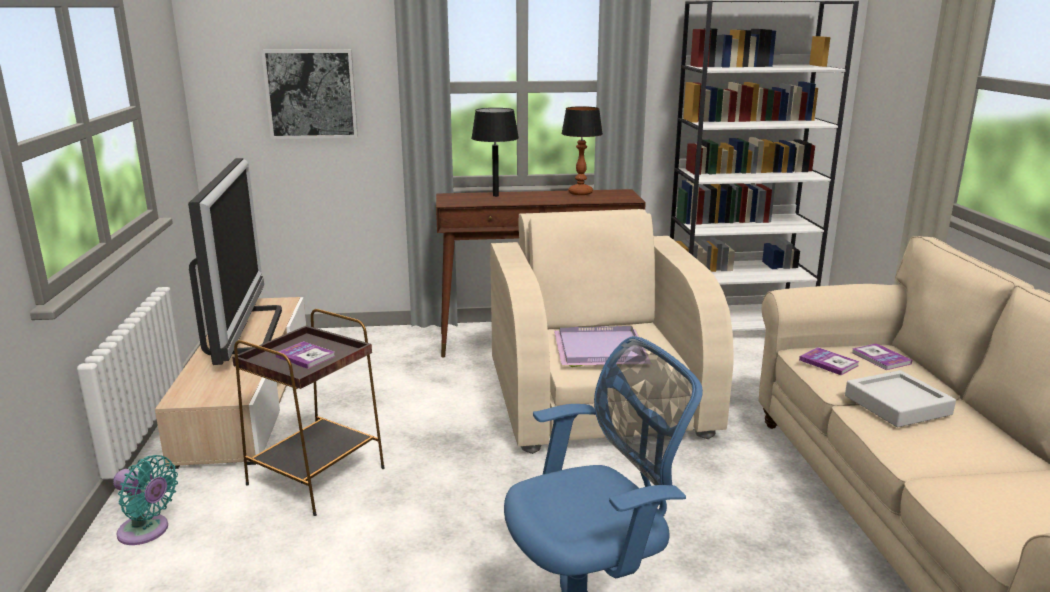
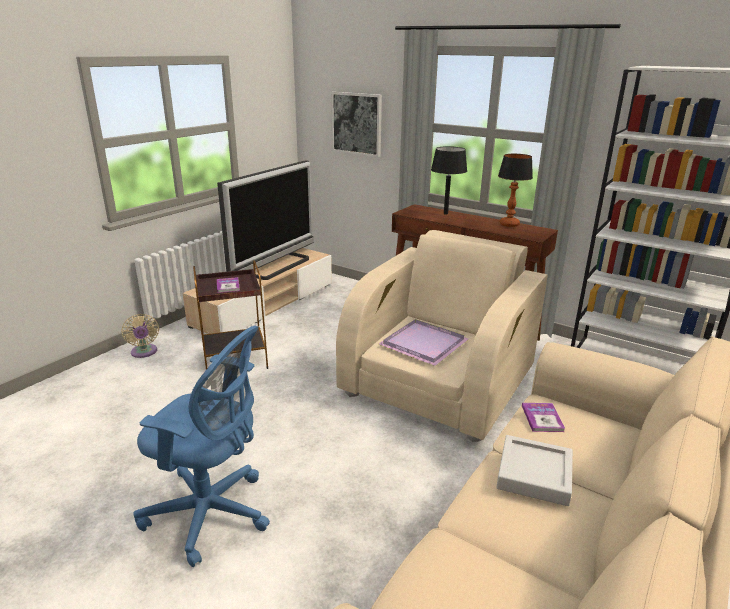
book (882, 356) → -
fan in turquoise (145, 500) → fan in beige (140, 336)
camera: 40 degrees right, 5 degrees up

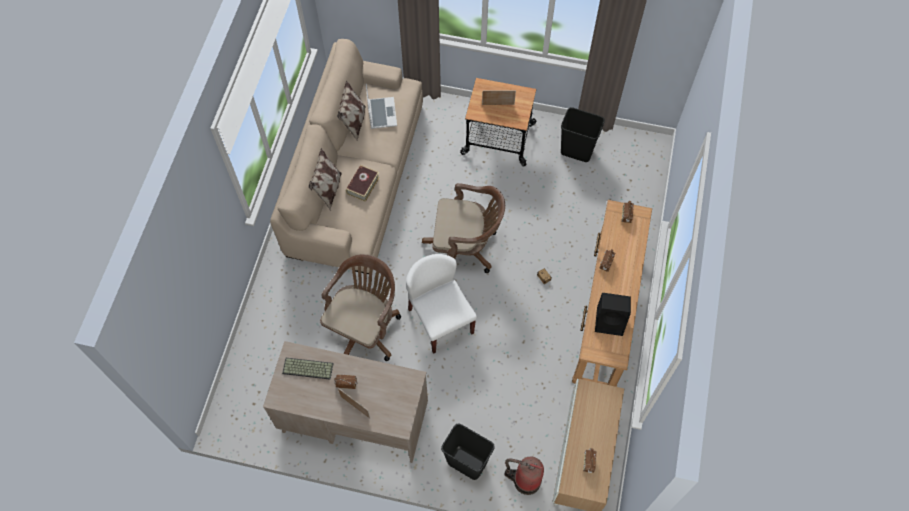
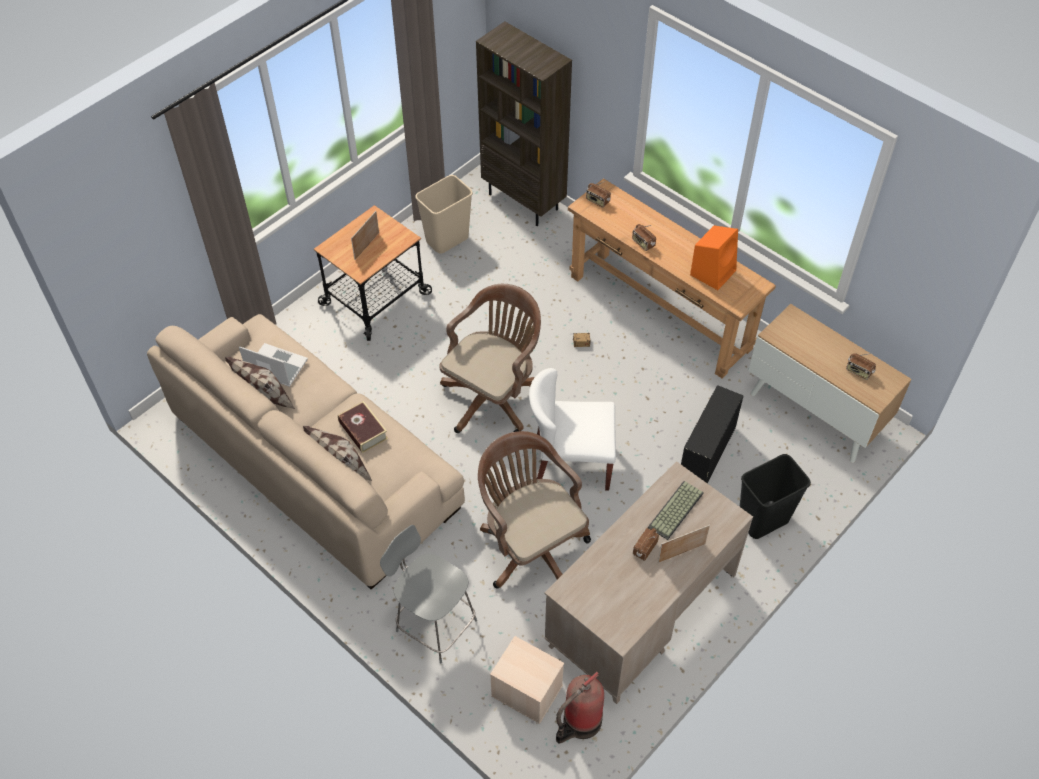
- → chair in grey (428, 594)
- → bookcase in brown (524, 124)
- → storage box in beige (527, 680)
- → storage box in black (712, 434)
keyboard (308, 369) → keyboard (676, 510), moved
fire extinguisher (524, 475) → fire extinguisher (580, 707), moved
trash can in black (583, 134) → trash can in beige (444, 214)
speaker in black (613, 314) → speaker in orange (714, 258)
camera: 60 degrees left, 10 degrees down

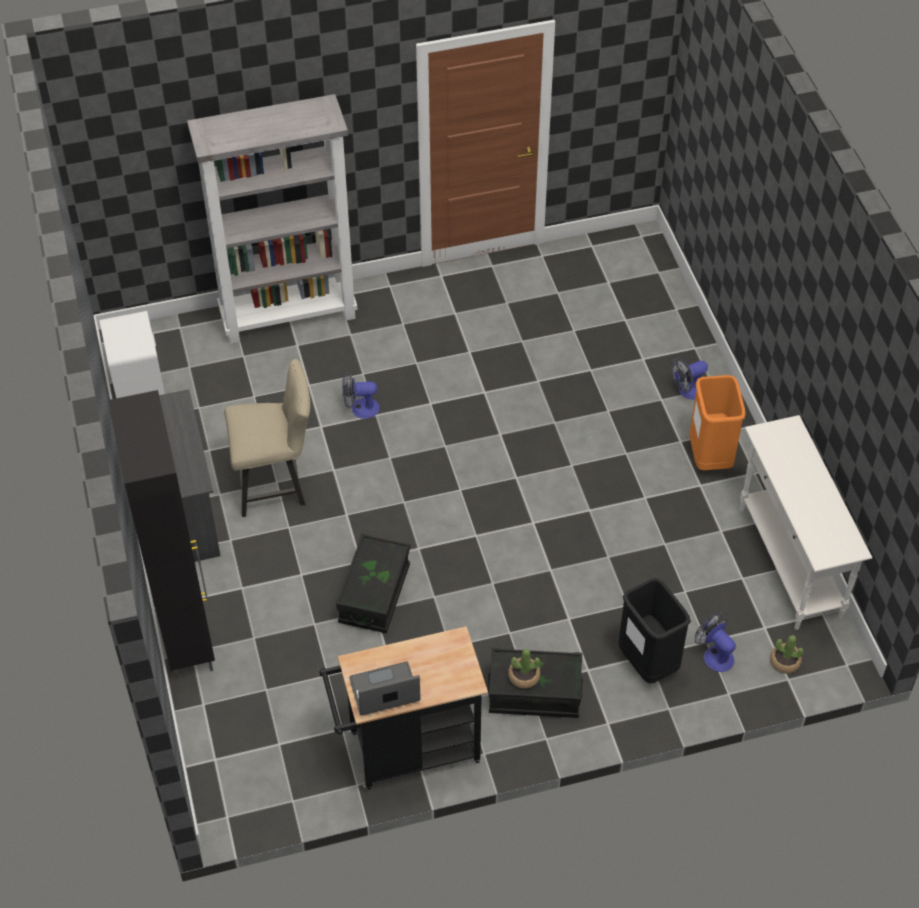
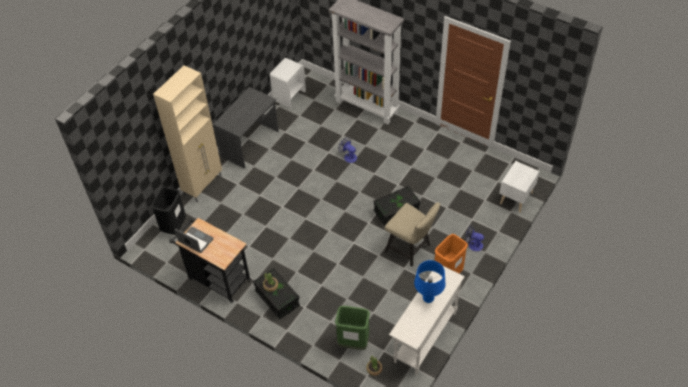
- → table lamp in blue (429, 281)
- → nightstand in white (519, 187)
chair in beige (267, 438) → chair in beige (412, 234), moved
storage box in black (373, 583) → storage box in black (397, 205), moved
trash can in black (654, 631) → trash can in black (168, 211), moved
fan (715, 642) → trash can in green (352, 328)
cabinet in black (161, 534) → cabinet in beige (187, 133)
camera: 50 degrees right, 0 degrees up

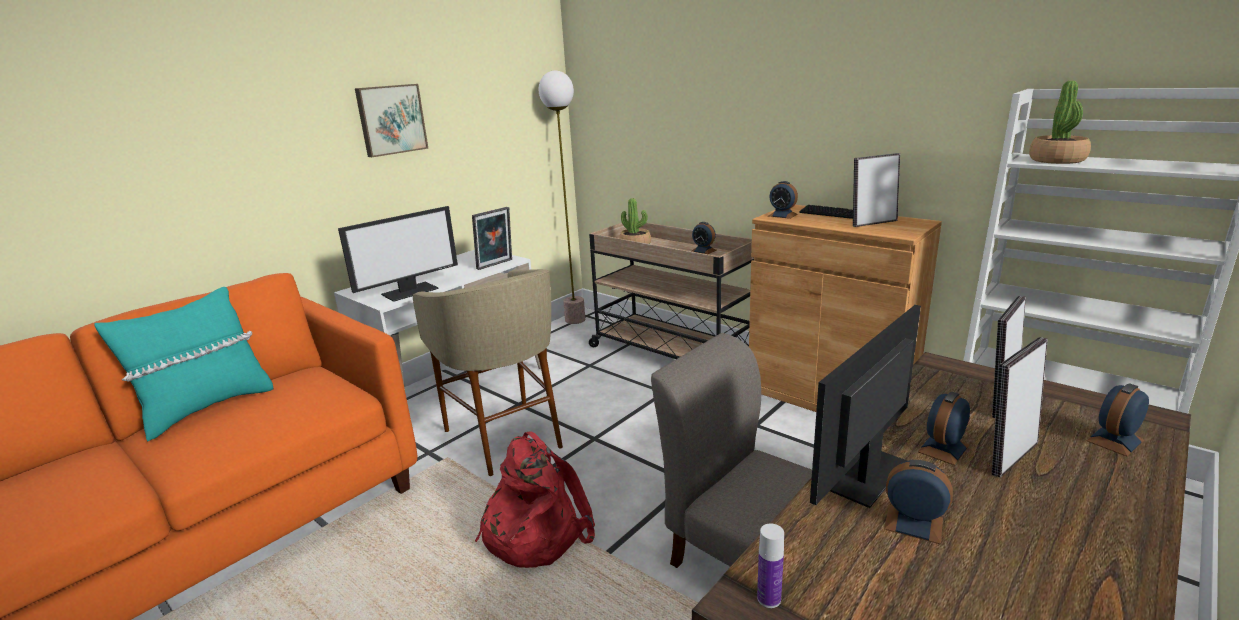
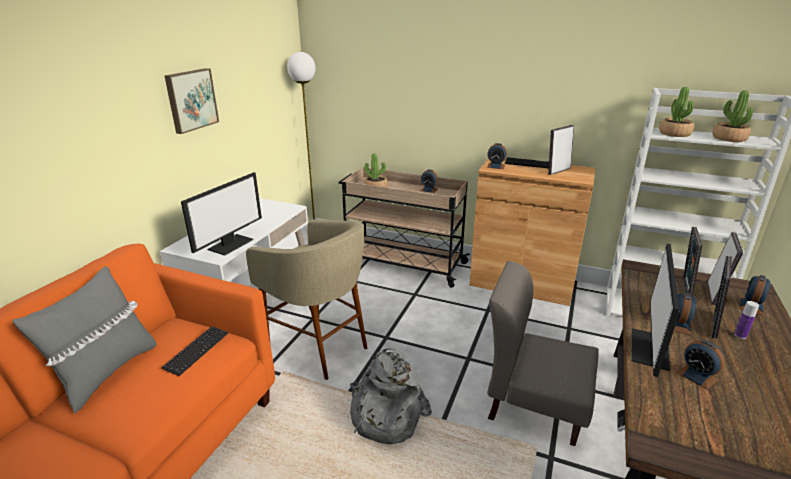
- → keyboard (194, 351)
- → potted plant (732, 116)
picture frame (492, 238) → picture frame (725, 268), moved
bottle (770, 566) → bottle (746, 320), moved
pillow in turquoise (184, 364) → pillow in grey (84, 340)
backpack in red (535, 499) → backpack in grey (391, 396)
alarm clock (918, 502) → alarm clock (701, 365), 135 degrees counterclockwise
camera: 20 degrees left, 5 degrees up

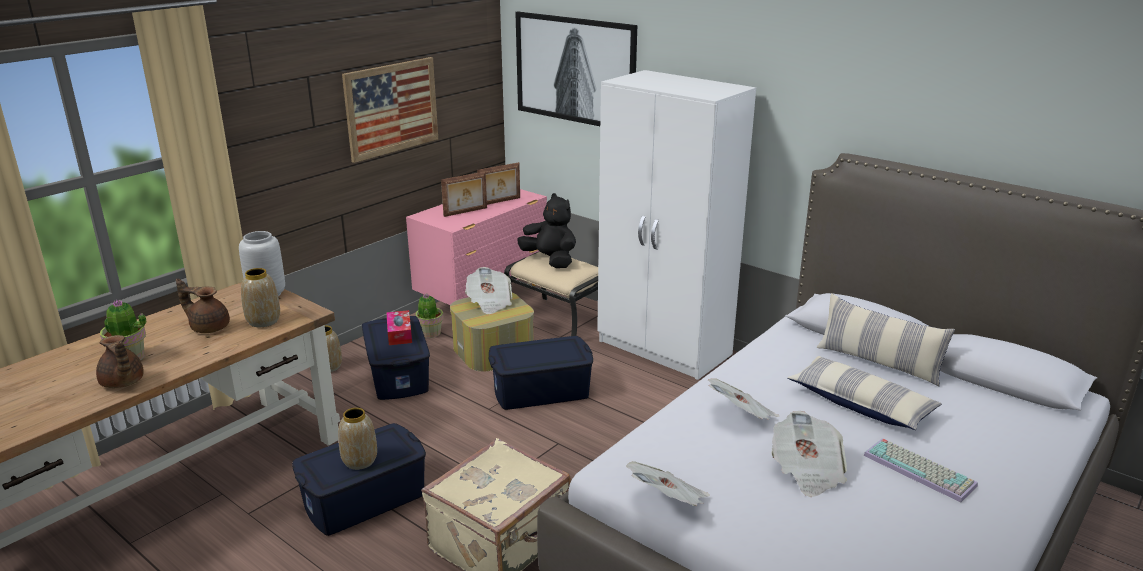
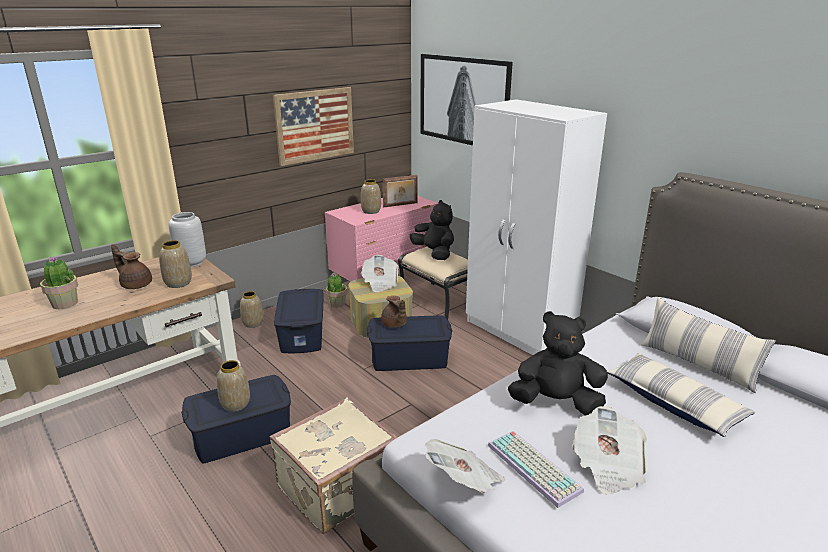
tissue box (399, 327) → -
teapot in brown (120, 361) → teapot in brown (394, 312), moved
keyboard (921, 470) → keyboard (536, 469), moved
picture frame (464, 194) → vase (371, 196)
newspaper (743, 399) → plush toy in black (558, 363)
camera: 10 degrees right, 0 degrees up

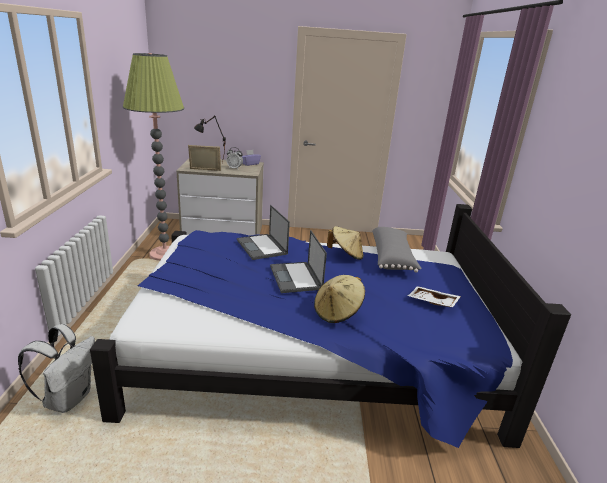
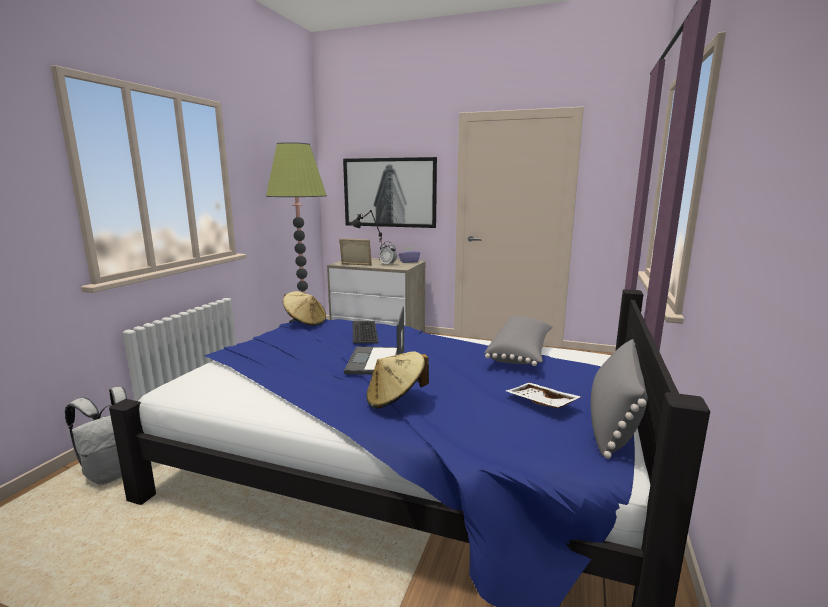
- → picture (390, 192)
- → pillow in grey (619, 399)
hat in beige (345, 243) → hat in beige (304, 308), moved
laptop (263, 232) → keyboard (366, 332)
camera: 20 degrees right, 10 degrees down

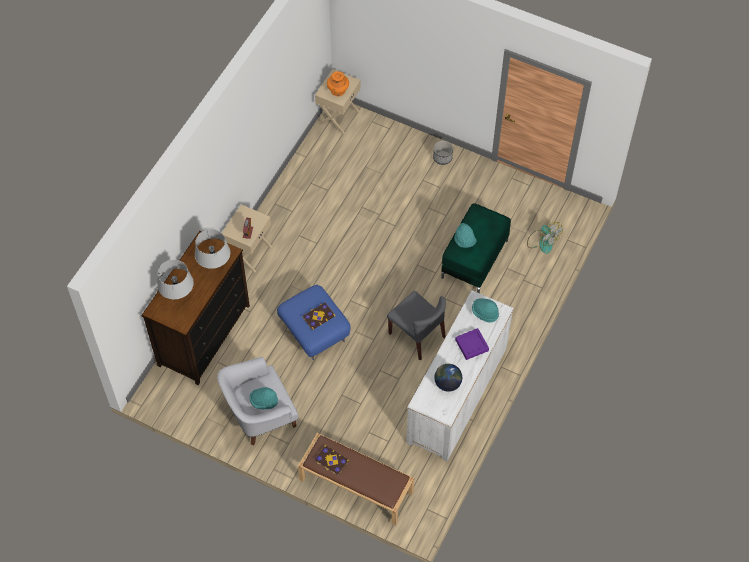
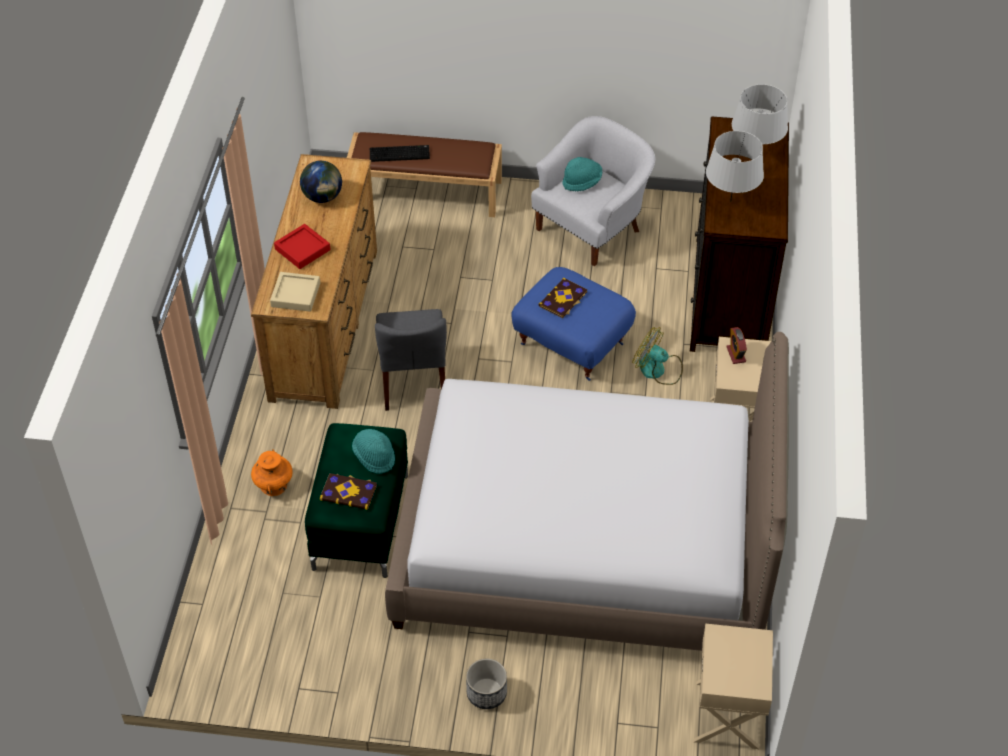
- → keyboard (400, 153)
- → bed (587, 491)
book (331, 460) → book (348, 491), moved
vase in orange (338, 83) → vase in orange (272, 472), moved
fan (545, 238) → fan (657, 356), moved
hat in turquoise (485, 310) → tray in beige (295, 292)
dresser in white (460, 376) → dresser in brown (314, 281)
tray in purple (472, 344) → tray in red (302, 246)
chair in grey (416, 325) → chair in grey (411, 360), 120 degrees counterclockwise
camera: 160 degrees right, 10 degrees down

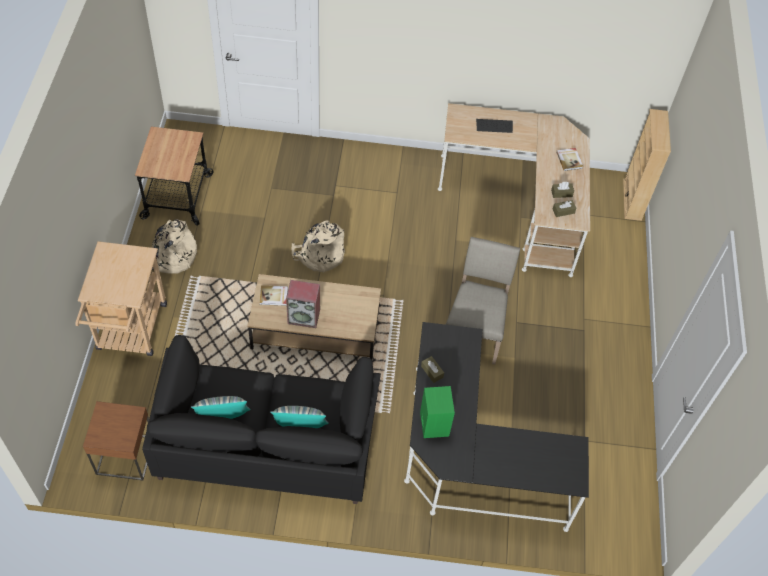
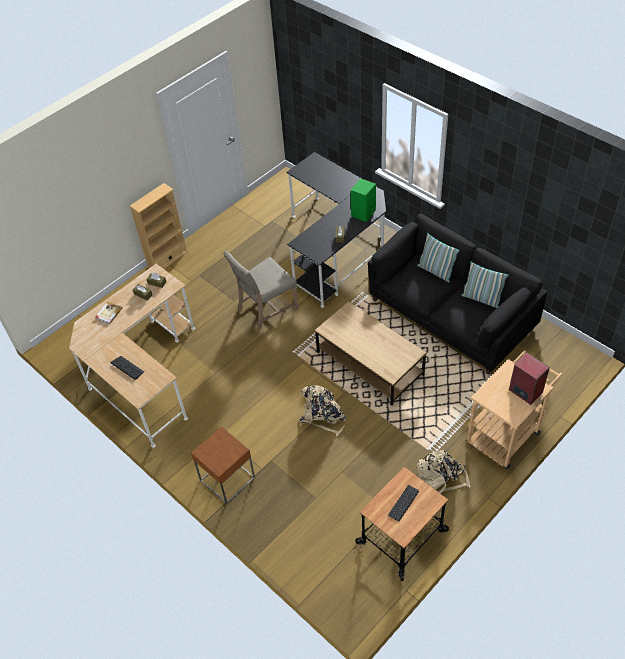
book (274, 295) → -
- → keyboard (403, 503)
side table in brown (116, 440) → side table in brown (223, 465), moved
speaker (303, 304) → speaker (529, 379), moved
bookcase in beige (647, 165) → bookcase in beige (158, 226), moved
camera: 135 degrees left, 5 degrees down

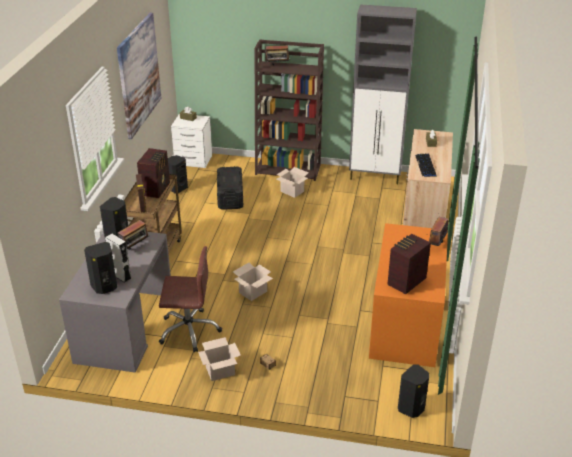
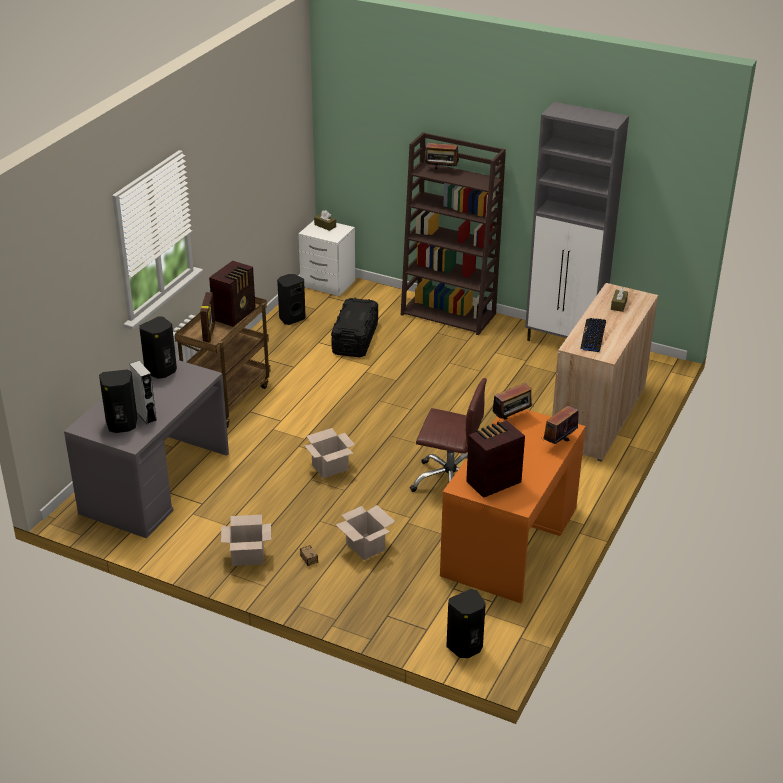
picture (139, 76) → -
radio (134, 235) → radio (513, 402), moved
office chair in brown (190, 299) → office chair in brown (448, 435), moved
cardboard box (292, 182) → cardboard box (365, 532), moved
camera: 15 degrees right, 0 degrees up

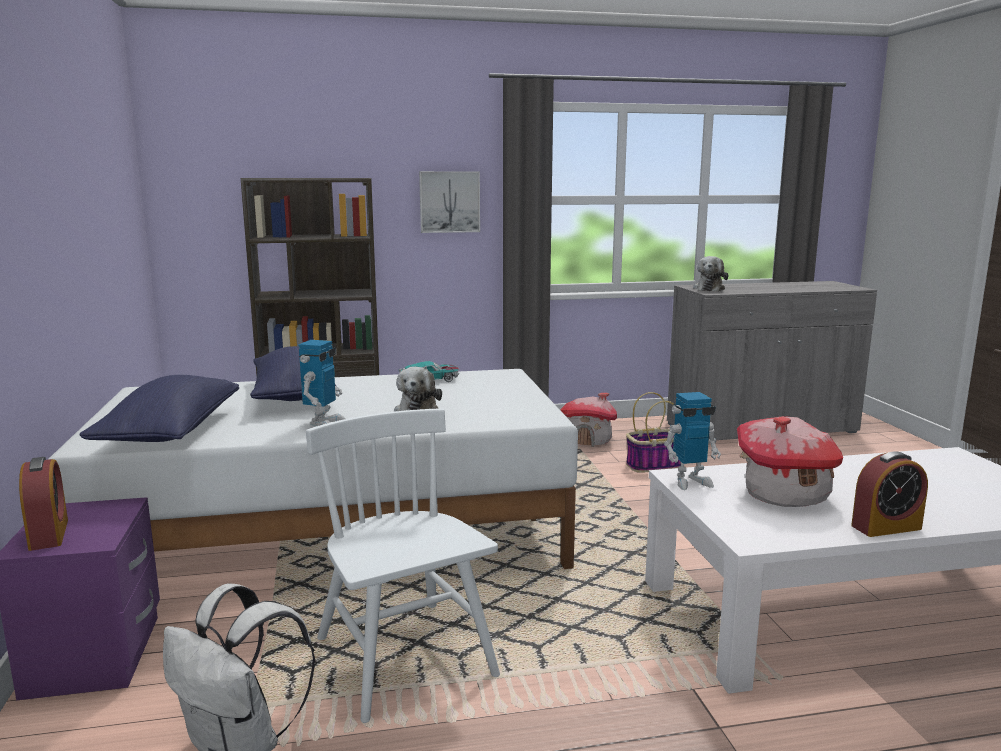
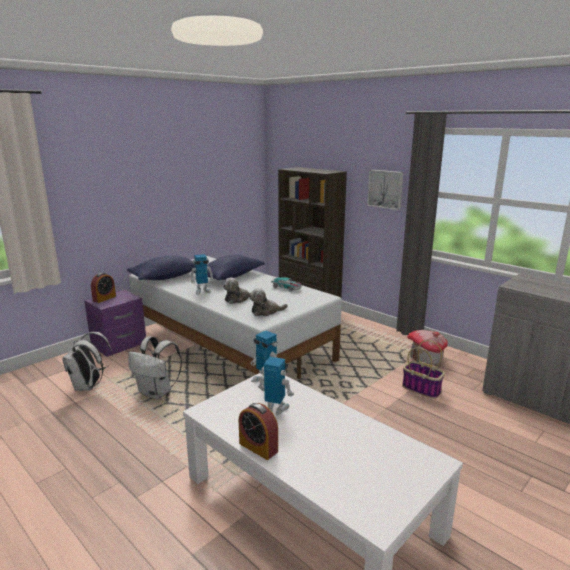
plush toy (710, 274) → plush toy (268, 302), moved
chair in white (403, 566) → backpack in white (155, 367)
toy house (790, 461) → toy robot (276, 386)
camera: 55 degrees right, 5 degrees up

